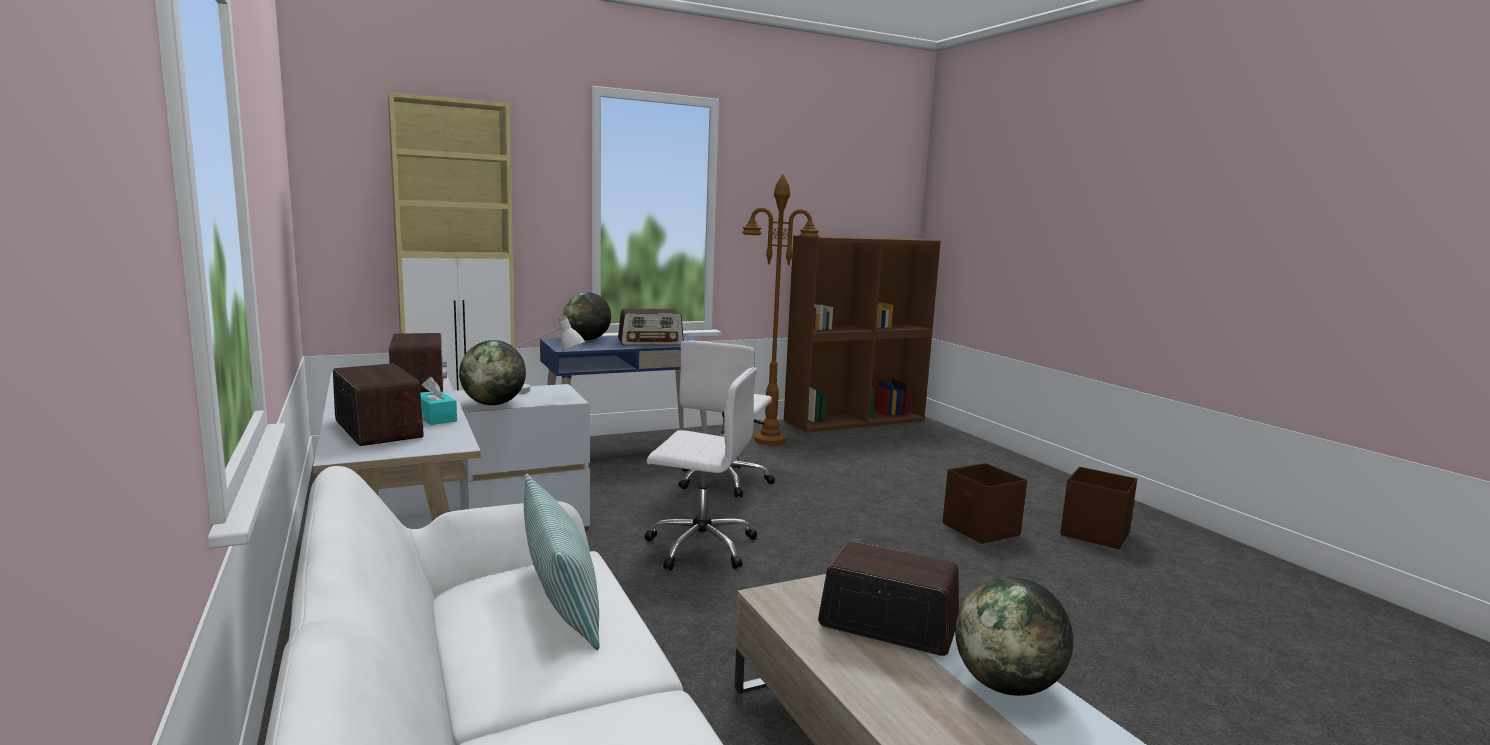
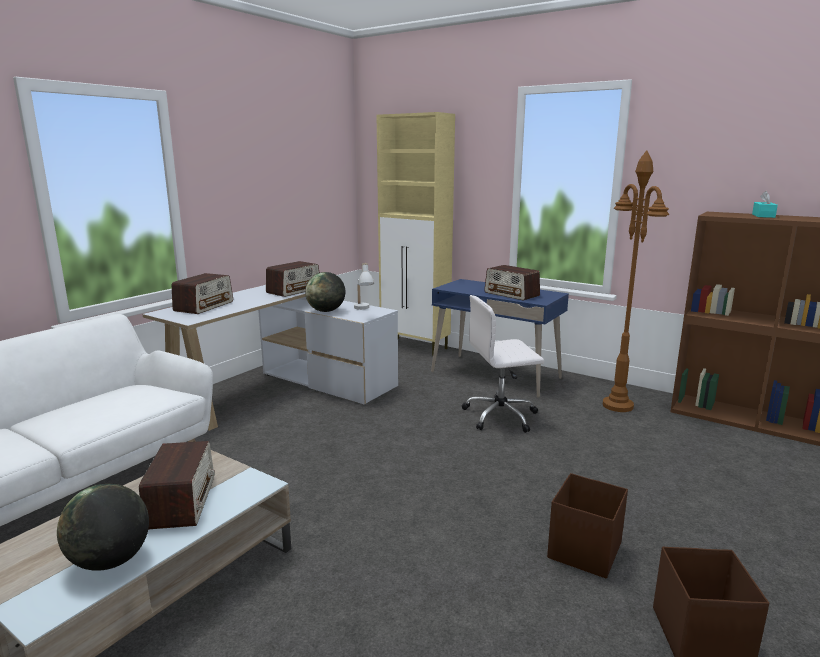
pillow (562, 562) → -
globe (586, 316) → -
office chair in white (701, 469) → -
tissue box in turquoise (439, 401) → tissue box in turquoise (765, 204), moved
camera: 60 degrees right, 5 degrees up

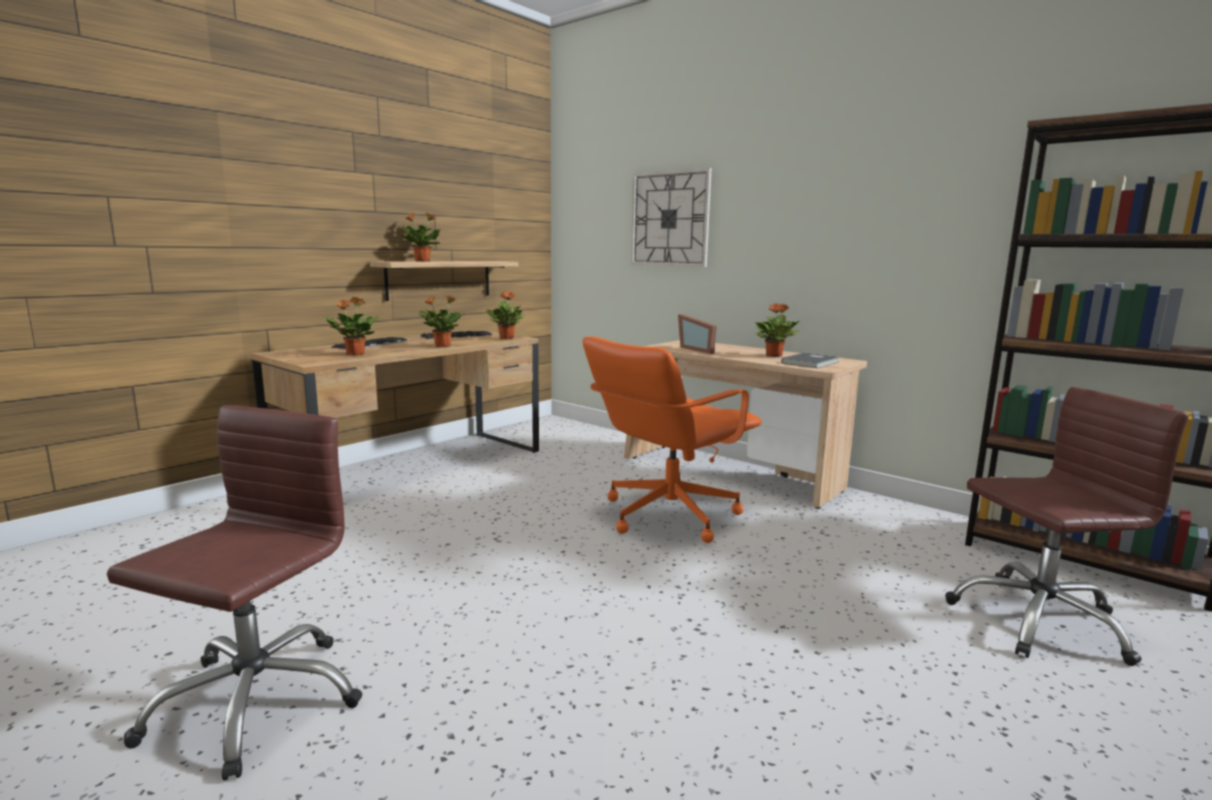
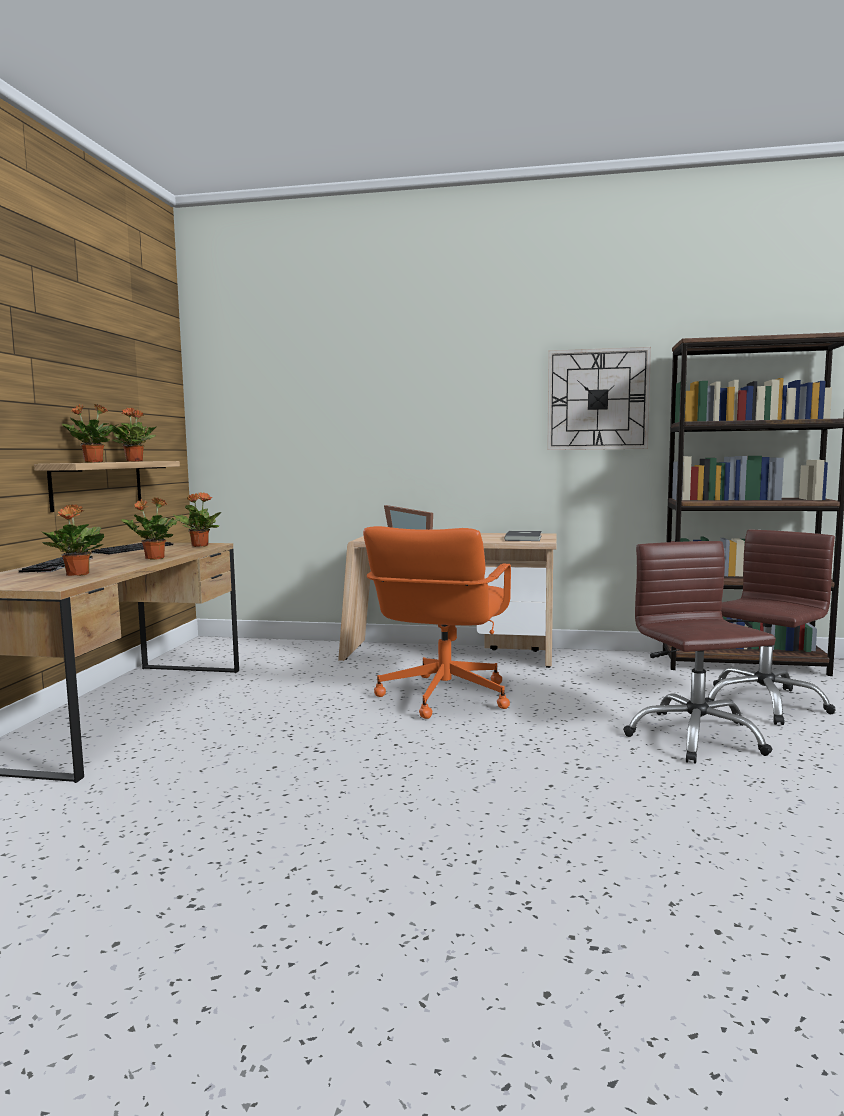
office chair in brown (234, 593) → office chair in brown (699, 652), moved
wall clock (671, 217) → wall clock (599, 398), moved
potted plant (778, 330) → potted plant (134, 435), moved
camera: 30 degrees left, 5 degrees down

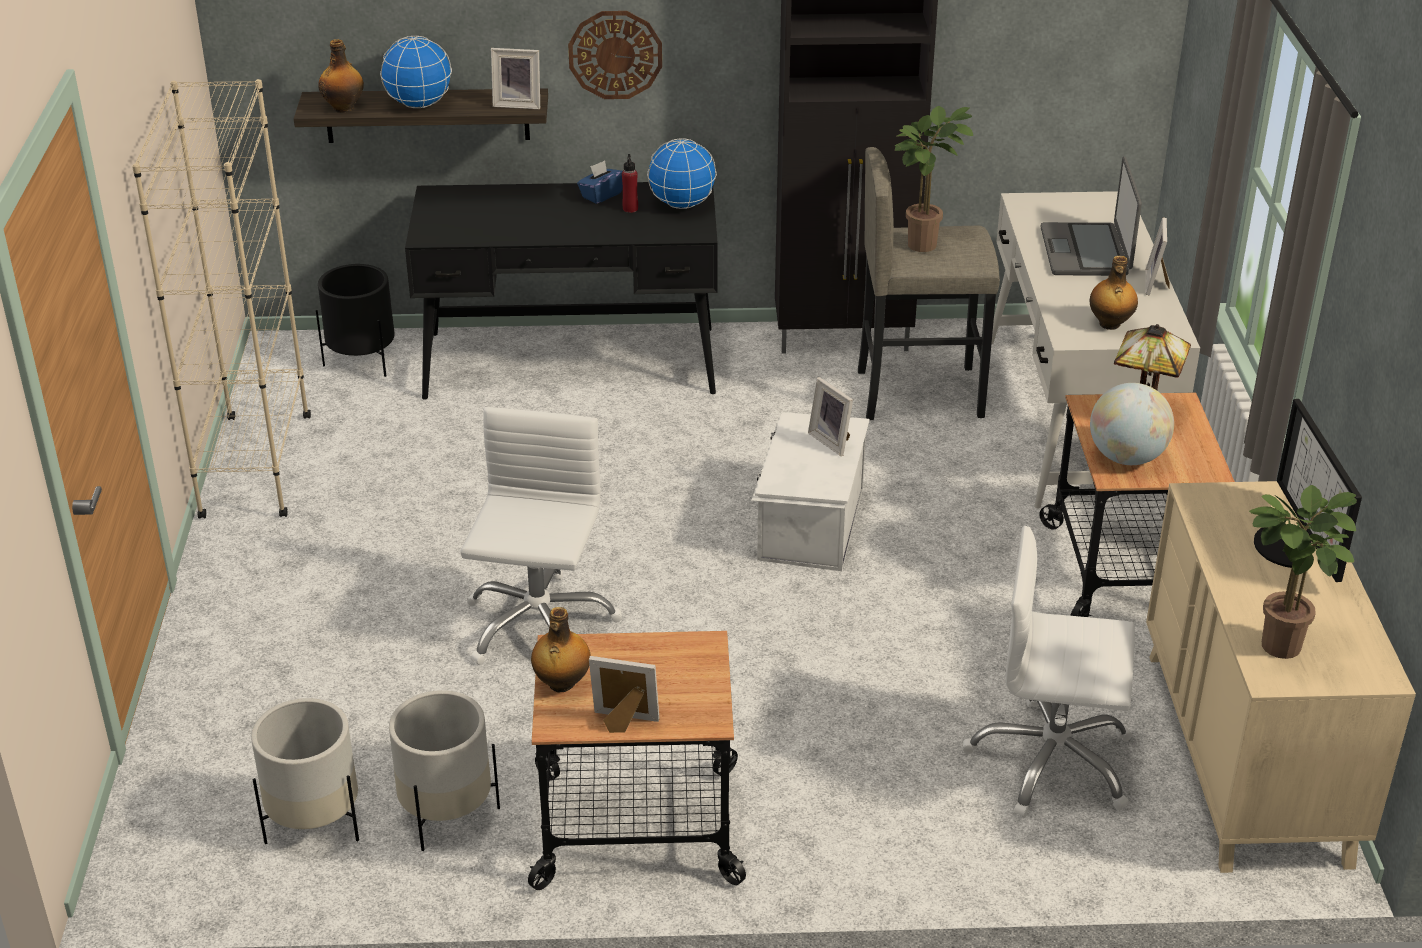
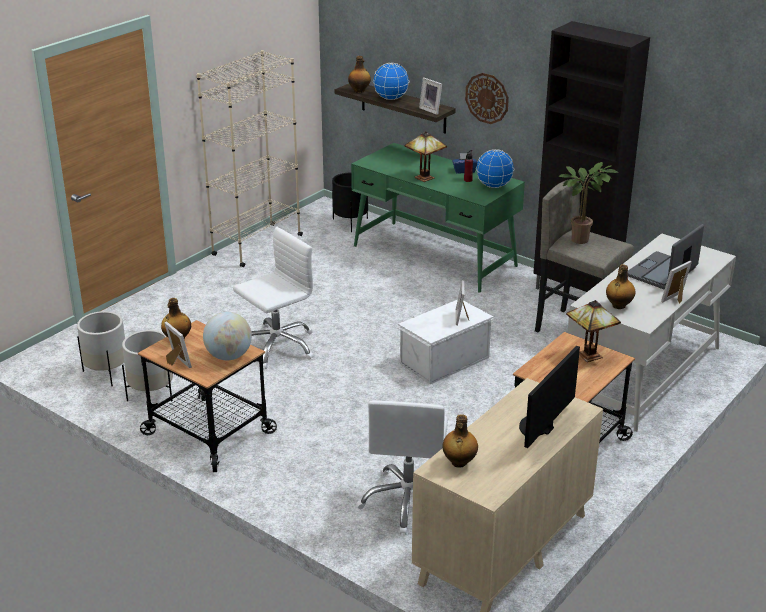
- → table lamp (425, 156)
globe (1132, 424) → globe (227, 336), moved
potted plant (1303, 572) → bottle (460, 441)
desk in black (561, 291) → desk in green (438, 218)
office chair in white (1049, 672) → office chair in white (402, 467), 135 degrees counterclockwise
camera: 40 degrees right, 5 degrees down

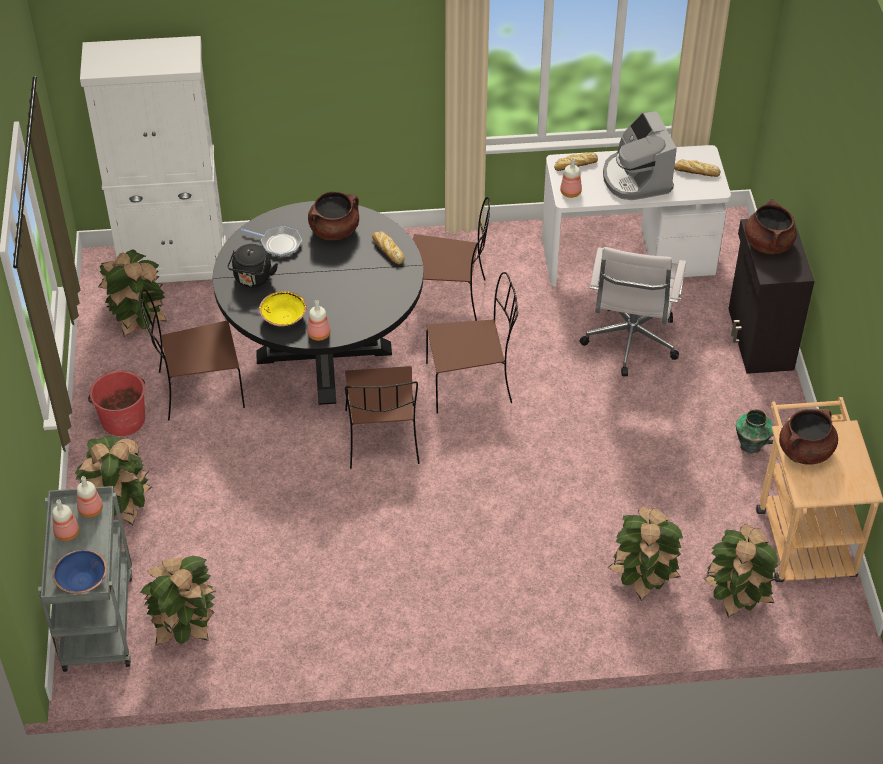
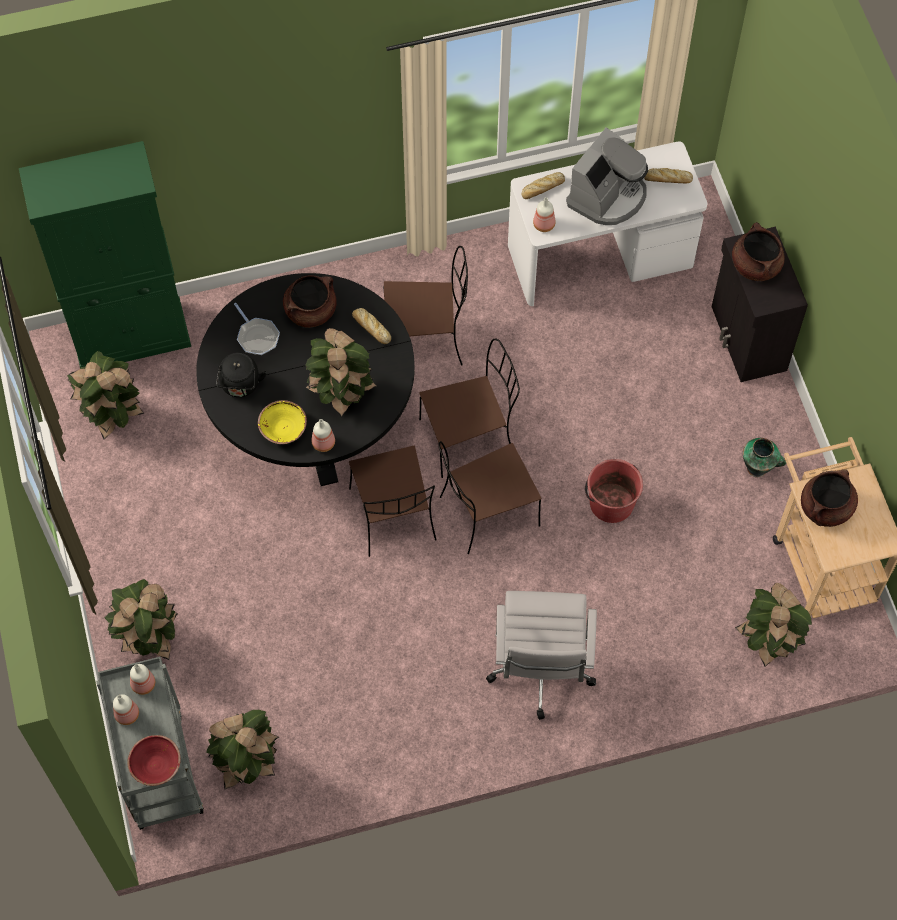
bucket in red (116, 403) → bucket in red (614, 491), moved
chair in brown (193, 355) → chair in brown (490, 497), moved
office chair in white (633, 312) → office chair in white (541, 655), moved
potted plant (645, 553) → potted plant (341, 372), moved
bowl in blue (79, 572) → bowl in red (154, 760)
cabinet in white (153, 159) → cabinet in green (105, 254)
frying pan (271, 241) → frying pan (257, 329), 45 degrees clockwise
coffee machine (640, 155) → coffee machine (607, 176), 120 degrees counterclockwise
camera: 10 degrees left, 15 degrees up

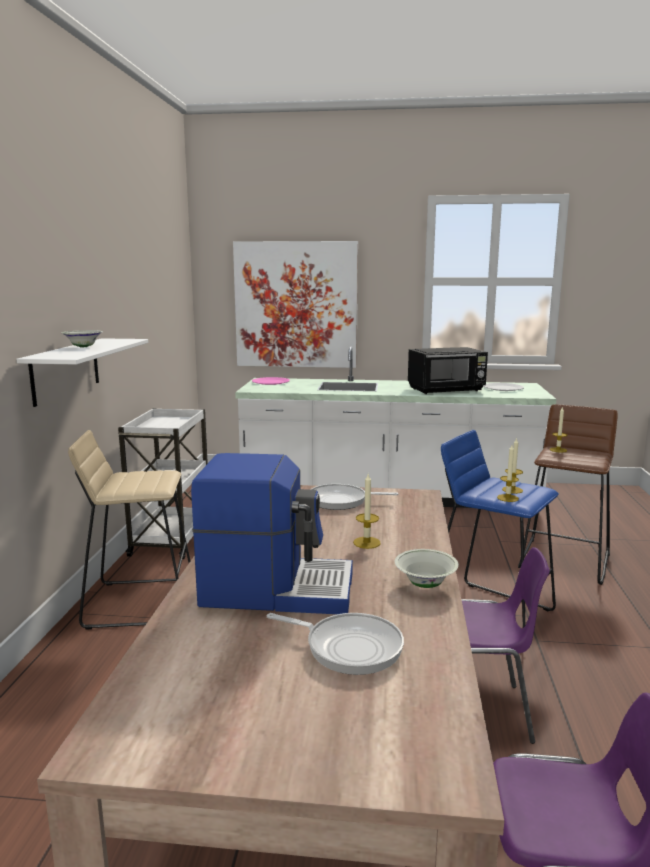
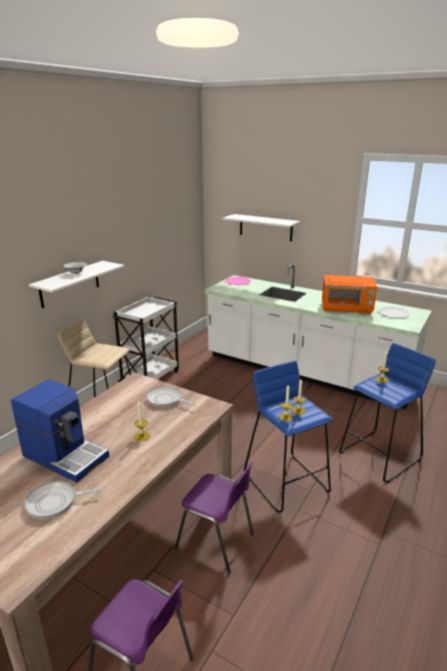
bowl in white (427, 568) → -
picture (295, 304) → shelf in white (261, 228)
microwave in black (448, 370) → microwave in orange (349, 294)
stool in brown (568, 494) → stool in blue (387, 413)
frying pan (335, 644) → frying pan (63, 500), 120 degrees clockwise
camera: 25 degrees right, 10 degrees up

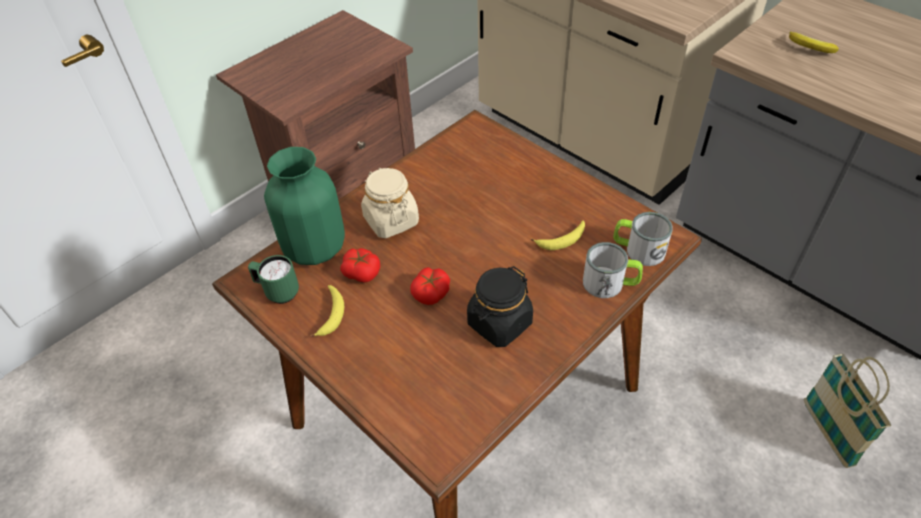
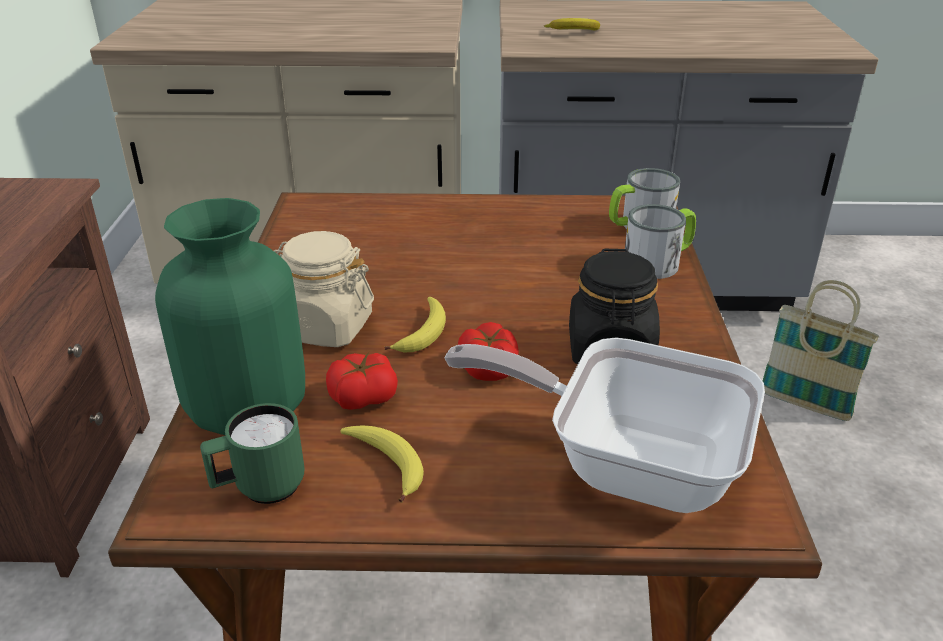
- → frying pan (605, 425)
banana (558, 235) → banana (415, 324), moved
camera: 45 degrees left, 15 degrees down

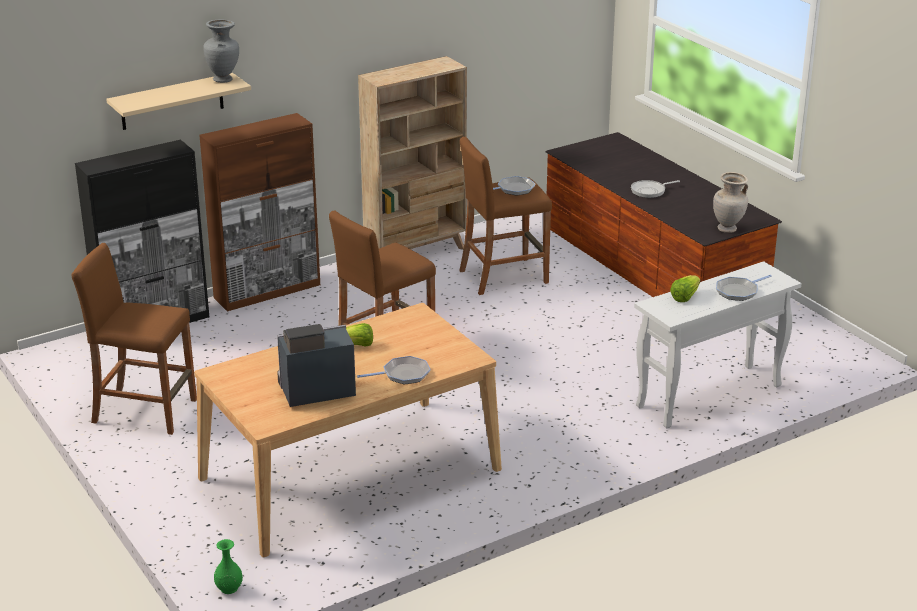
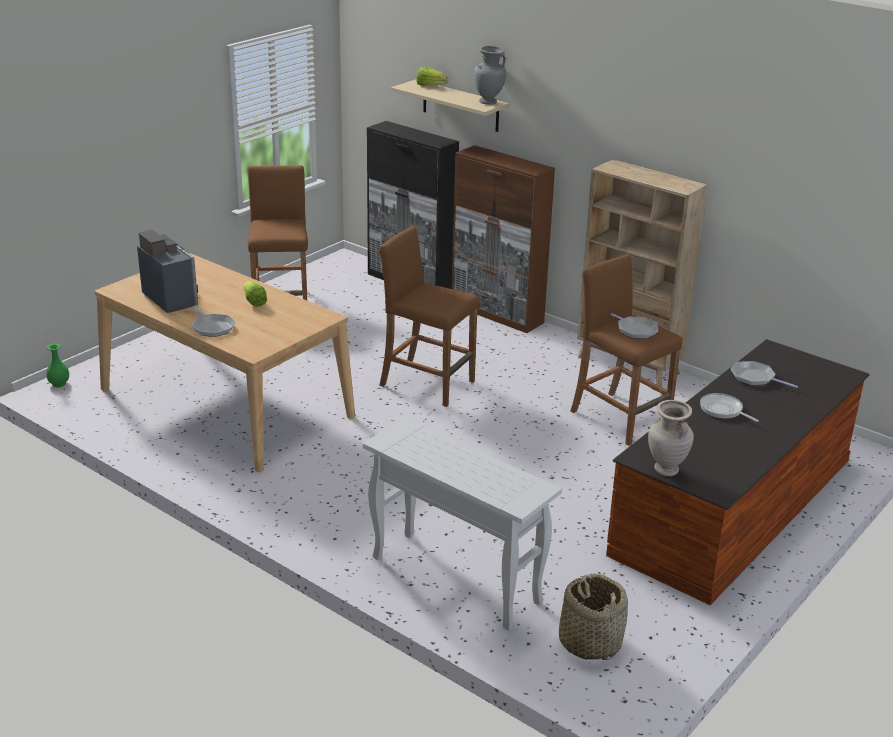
- → basket (593, 616)
lettuce (685, 288) → lettuce (432, 76), moved
frying pan (744, 288) → frying pan (764, 374), moved
camera: 70 degrees right, 0 degrees up

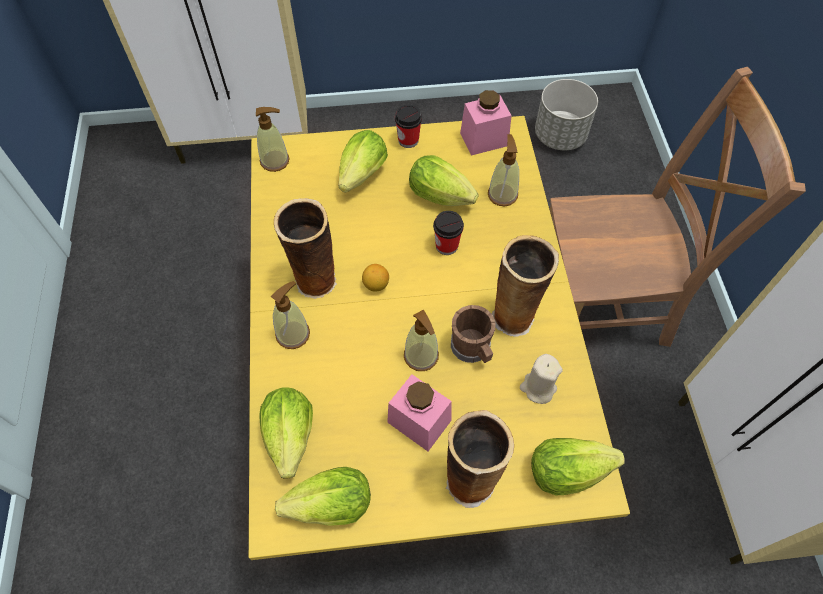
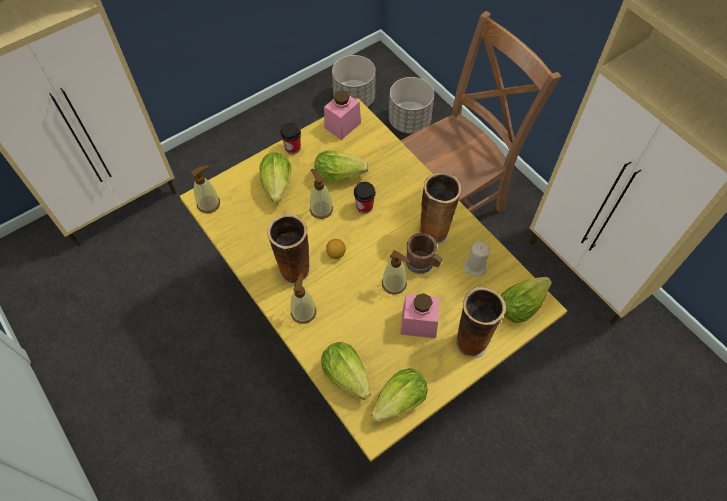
- → planter in grey (411, 105)
soap dispenser (503, 170) → soap dispenser (321, 194), moved
camera: 30 degrees left, 0 degrees up

